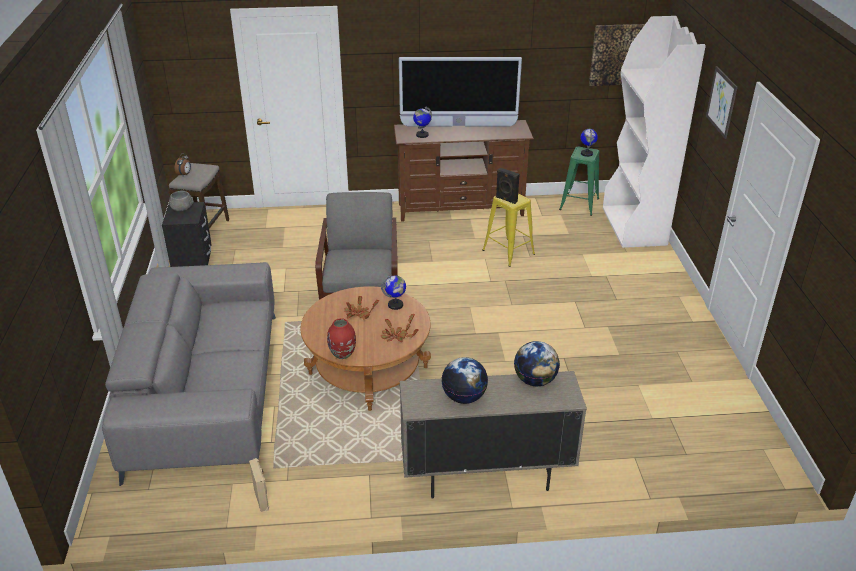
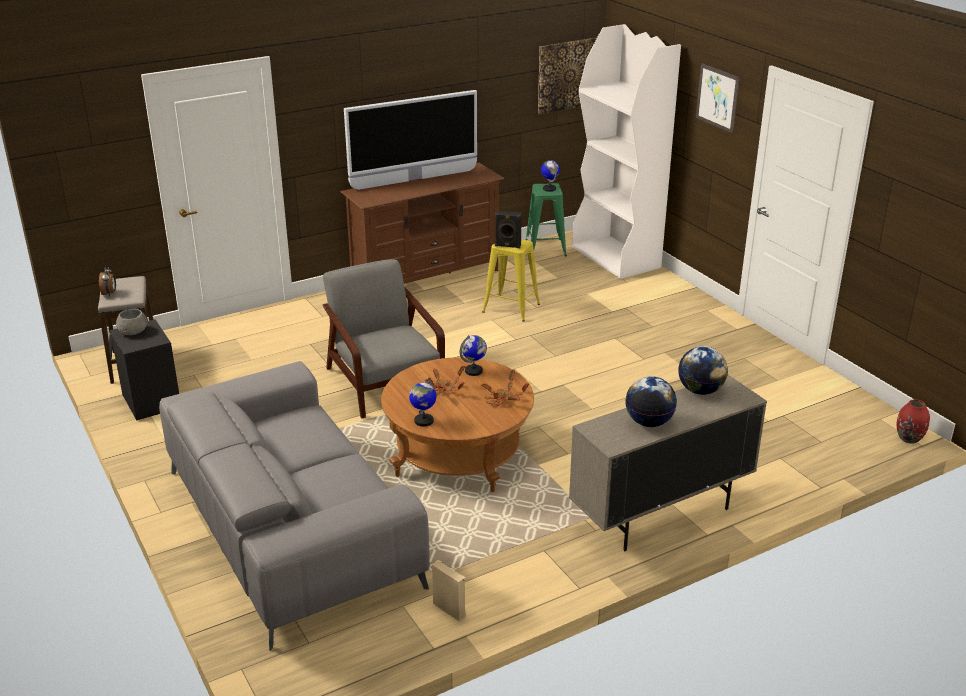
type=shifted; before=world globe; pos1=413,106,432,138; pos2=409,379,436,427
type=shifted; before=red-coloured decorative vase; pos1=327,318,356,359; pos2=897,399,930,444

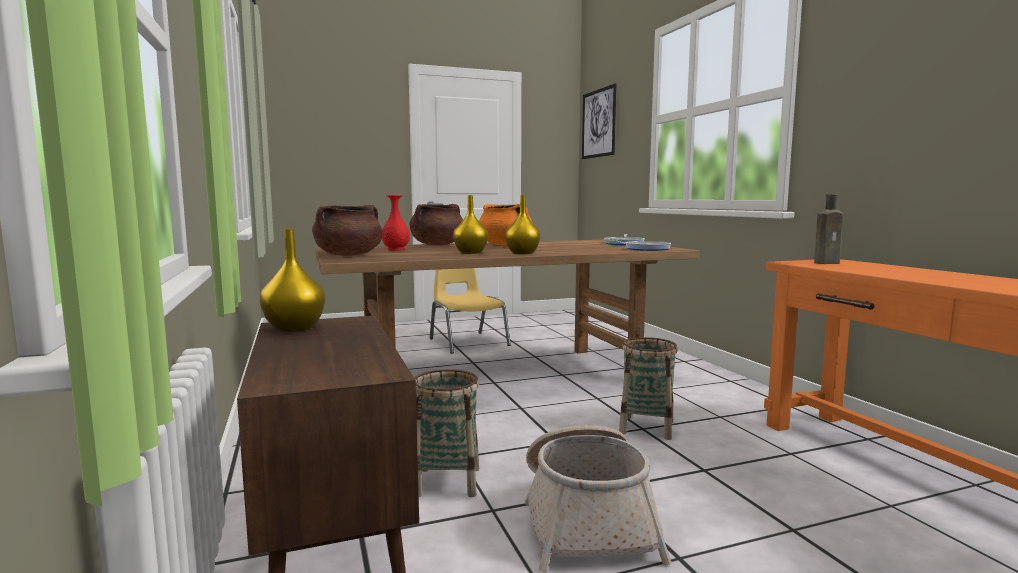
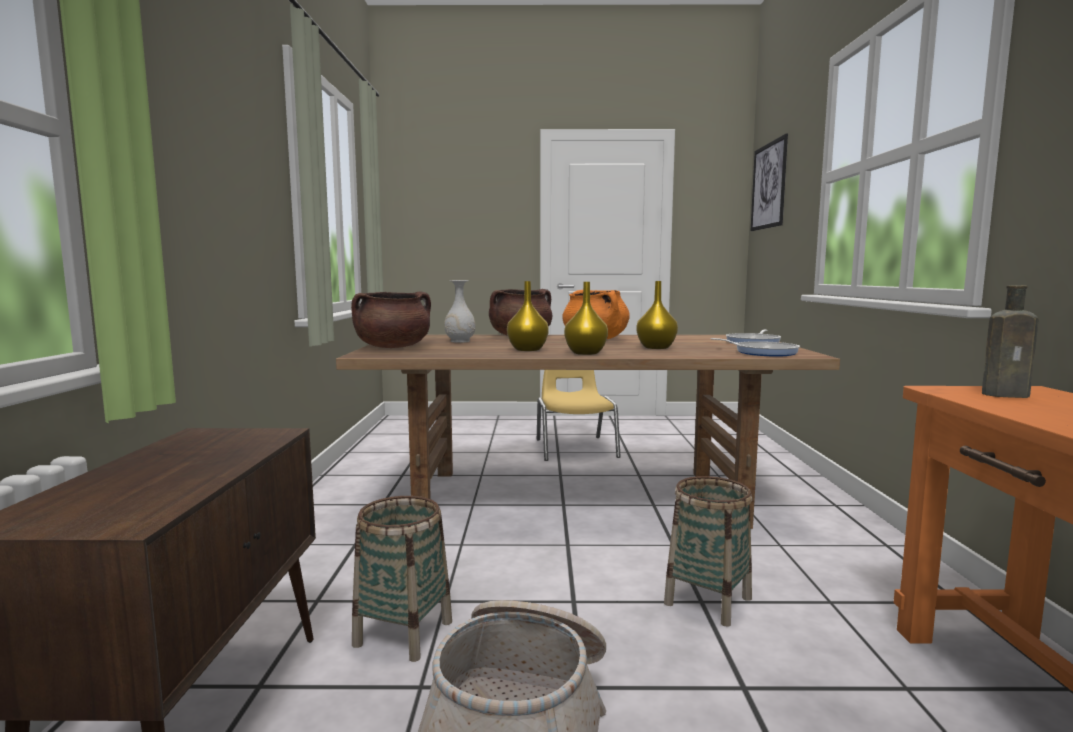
type=repainted; before=red-coloured decorative vase; after=whitish decorative vase; pos1=382,195,410,251; pos2=444,280,476,343
type=shifted; before=yellowish decorative vase; pos1=260,229,325,332; pos2=636,281,678,349

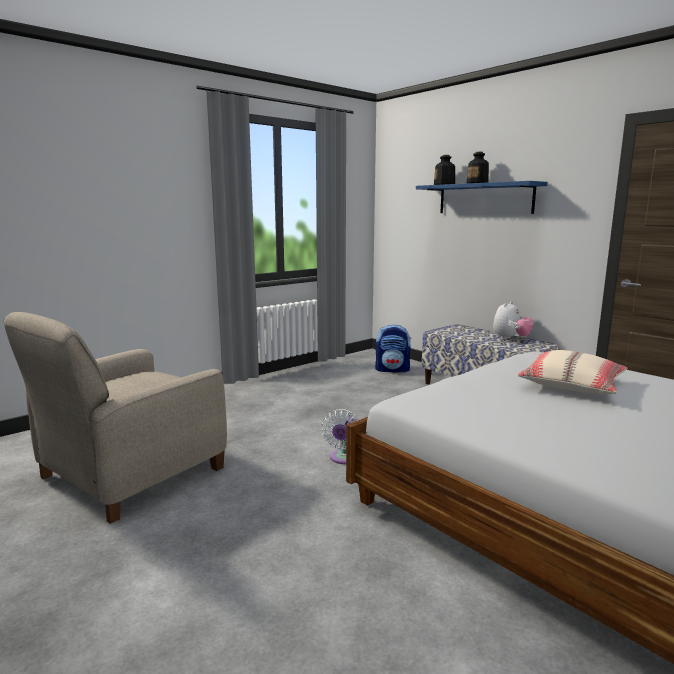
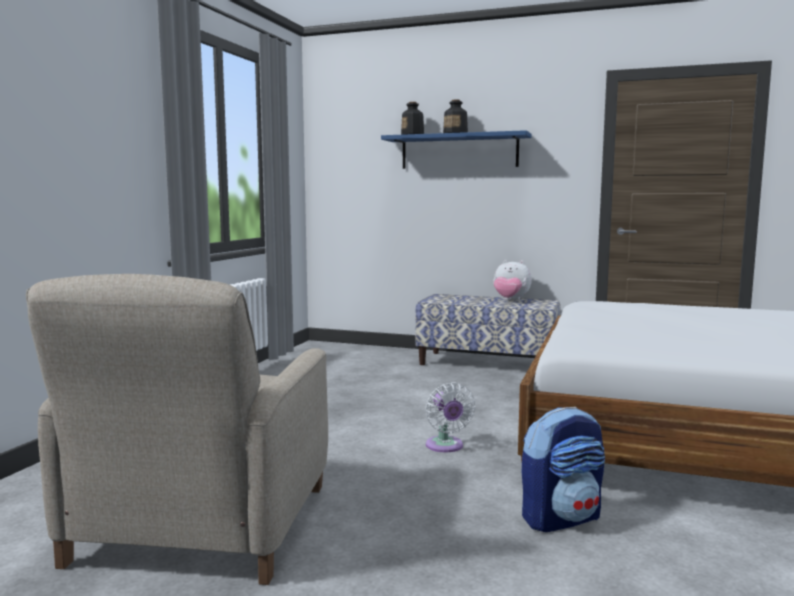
type=rotated; before=soft toy; pos1=493,301,533,340; pos2=493,260,532,300; turn=105
type=shifted; before=rucksack; pos1=375,324,411,372; pos2=522,407,605,532
type=gone; before=beige pillow; pos1=518,350,627,395

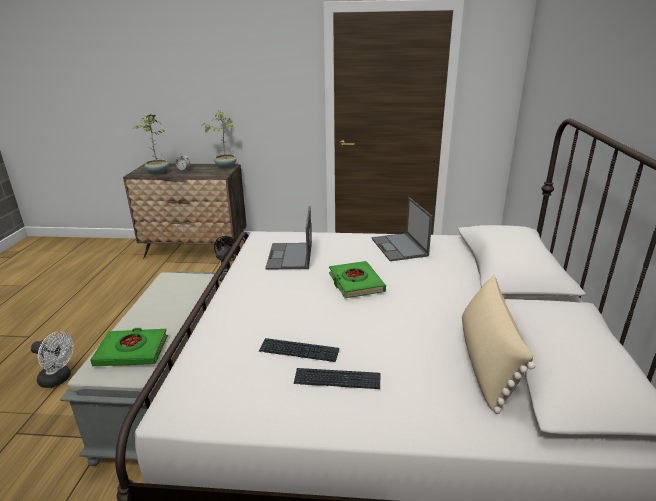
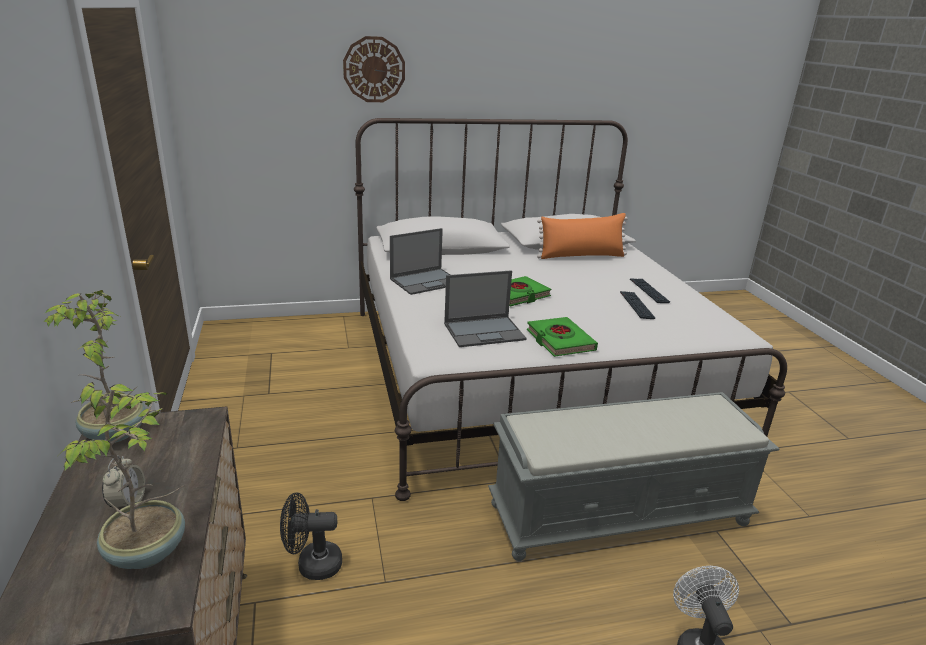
type=repainted; before=beige pillow; after=orangey pillow; pos1=462,275,535,414; pos2=537,213,628,259
type=shifted; before=green volume; pos1=90,328,168,366; pos2=527,317,598,357
type=new; after=hanging clock; pos2=343,36,405,102

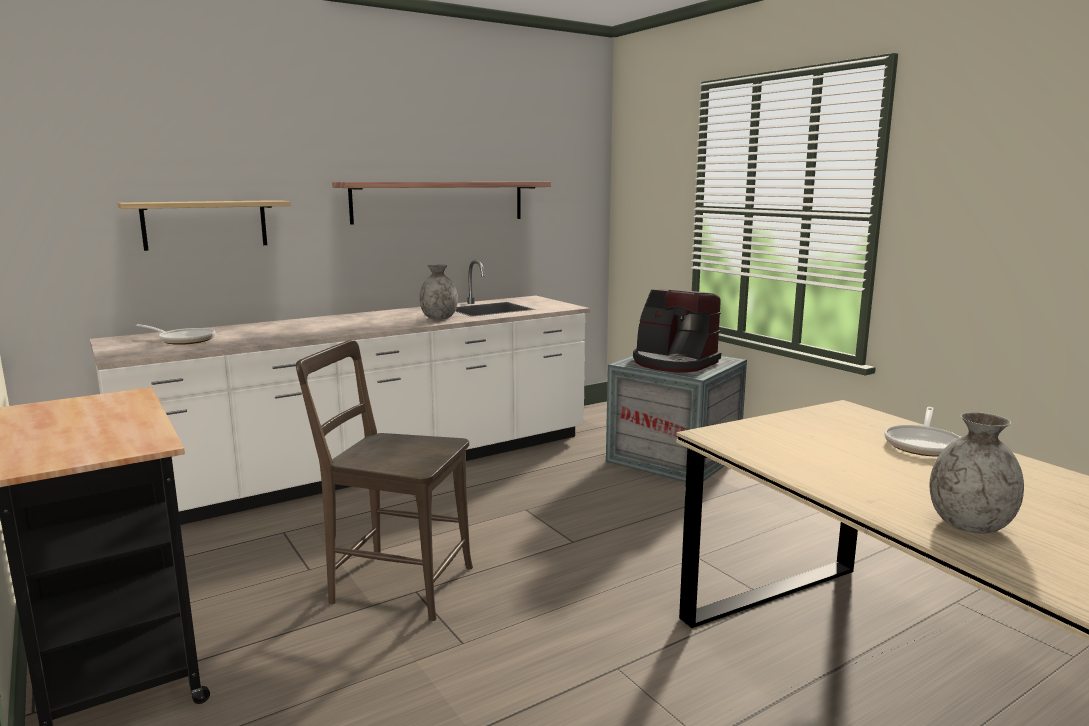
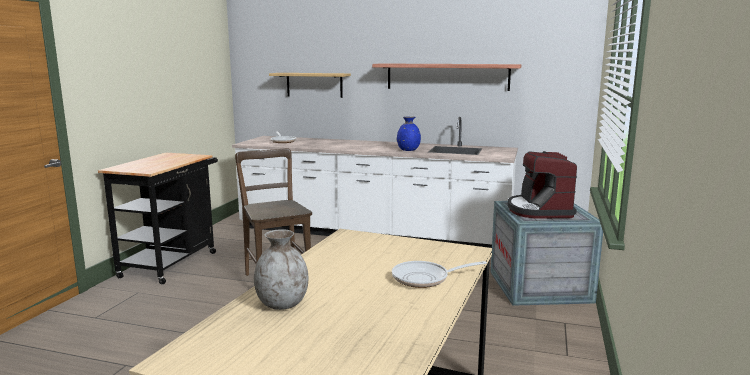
type=repainted; before=grey decorative vase; after=blue decorative vase; pos1=419,264,458,319; pos2=397,116,421,151

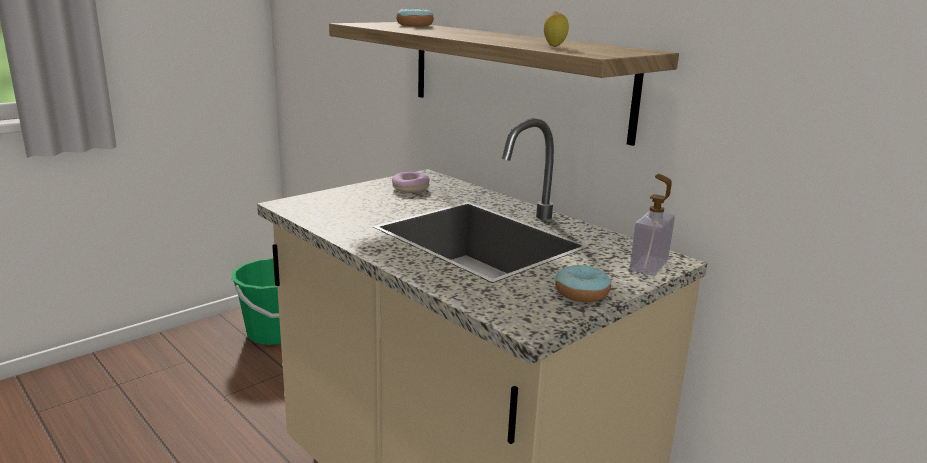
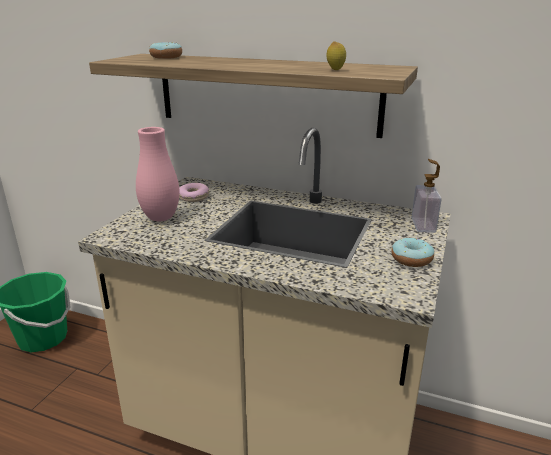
type=new; after=pink decorative vase; pos2=136,127,180,221

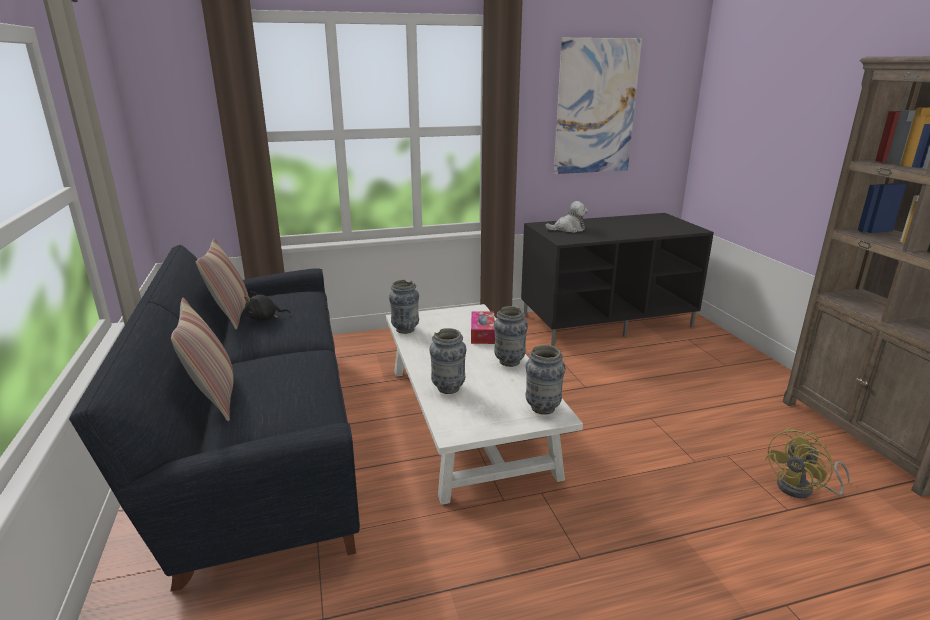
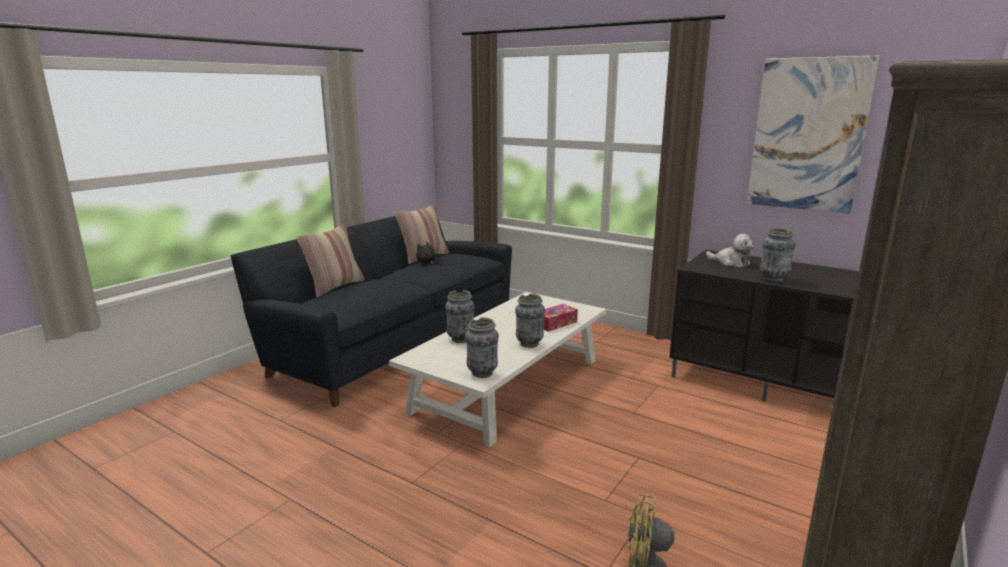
type=shifted; before=decorative vase; pos1=389,280,419,334; pos2=760,228,796,282

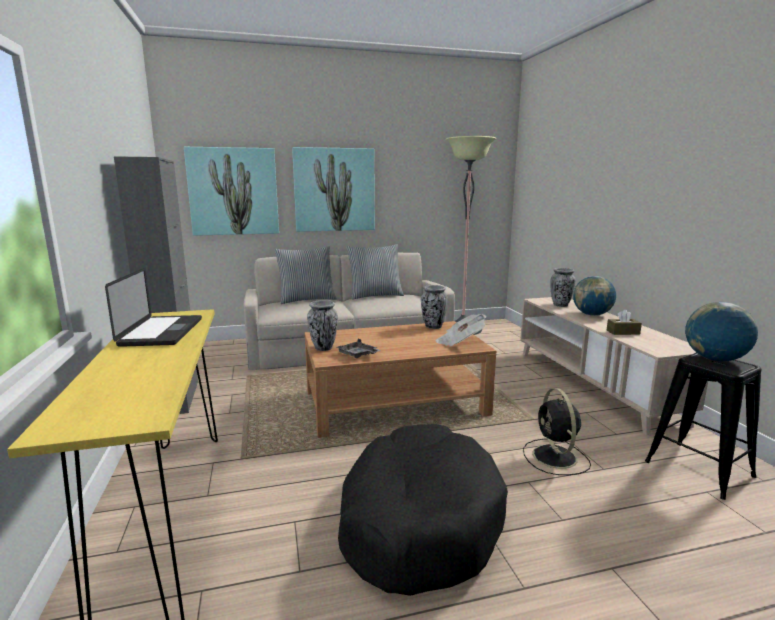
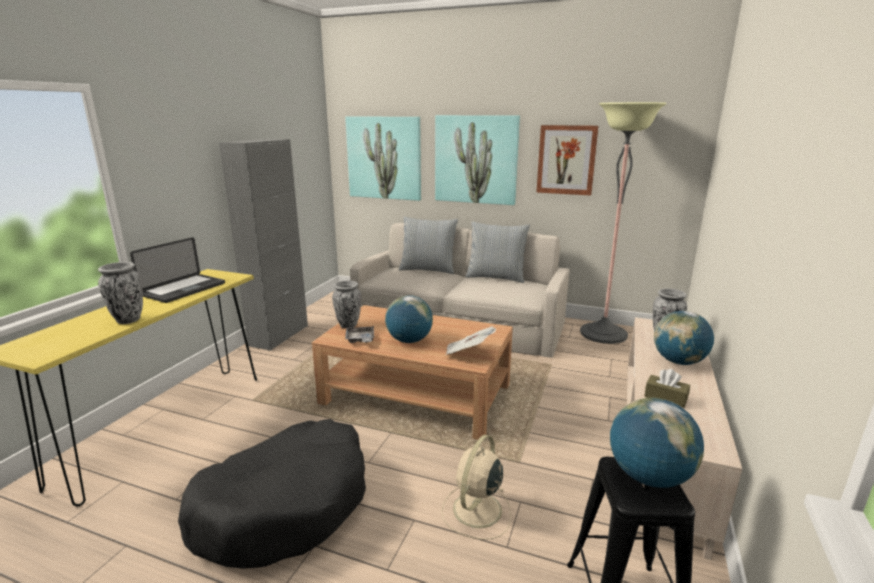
type=shifted; before=decorative vase; pos1=421,285,448,329; pos2=98,262,143,324
type=repainted; before=blackish electric fan; after=beige electric fan; pos1=523,388,591,475; pos2=441,435,511,540
type=new; after=wall art; pos2=536,125,599,195
type=new; after=world globe; pos2=385,295,433,343

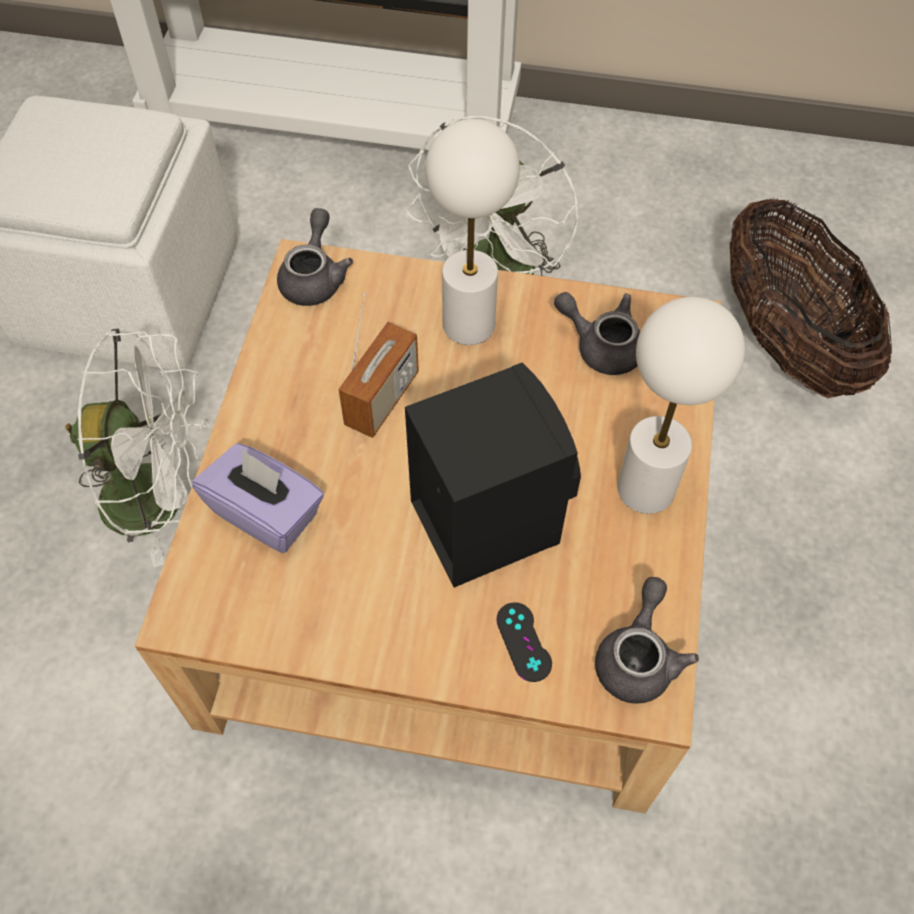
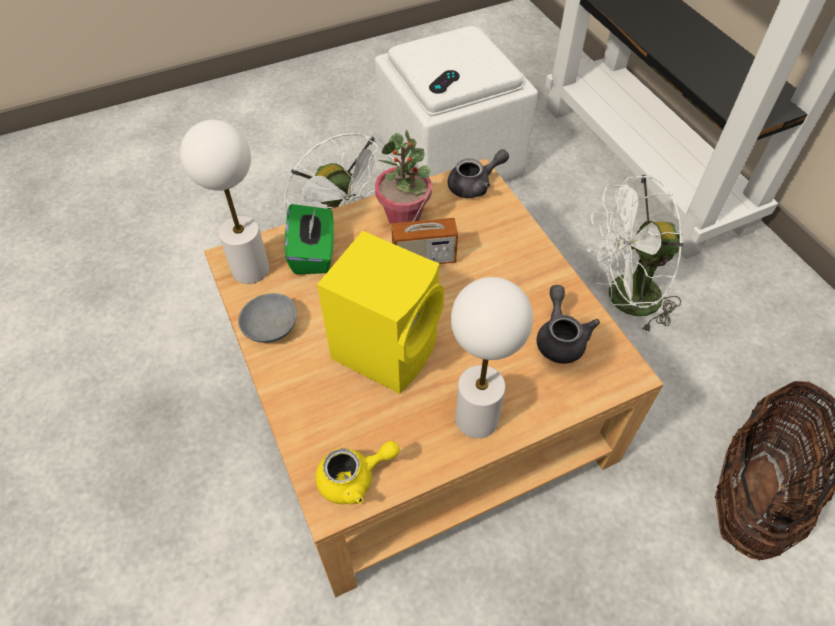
type=shifted; before=whitish tabletop lamp; pos1=425,119,520,345; pos2=180,120,269,284
type=repainted; before=blackish speaker; after=yellowish speaker; pos1=405,362,581,588; pos2=317,231,444,394
type=repainted; before=purple-coloured tissue holder; after=green tissue holder; pos1=192,443,324,554; pos2=285,204,334,274
type=repainted; before=grey teapot; after=yellowish teapot; pos1=595,577,699,704; pos2=315,441,400,504
type=shifted; before=blackish joypad; pos1=496,602,552,682; pos2=429,70,460,94
type=new; after=potted plant; pos2=375,130,432,224
type=new; after=grey deep dish; pos2=238,293,297,343

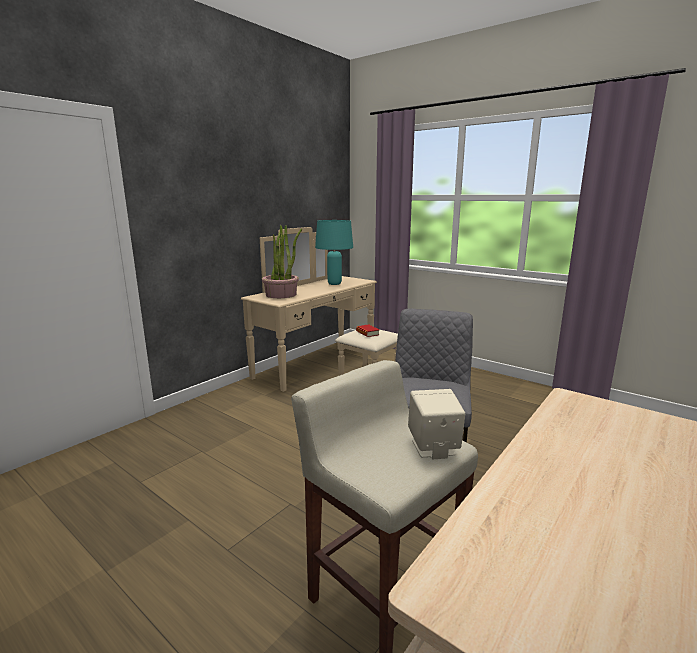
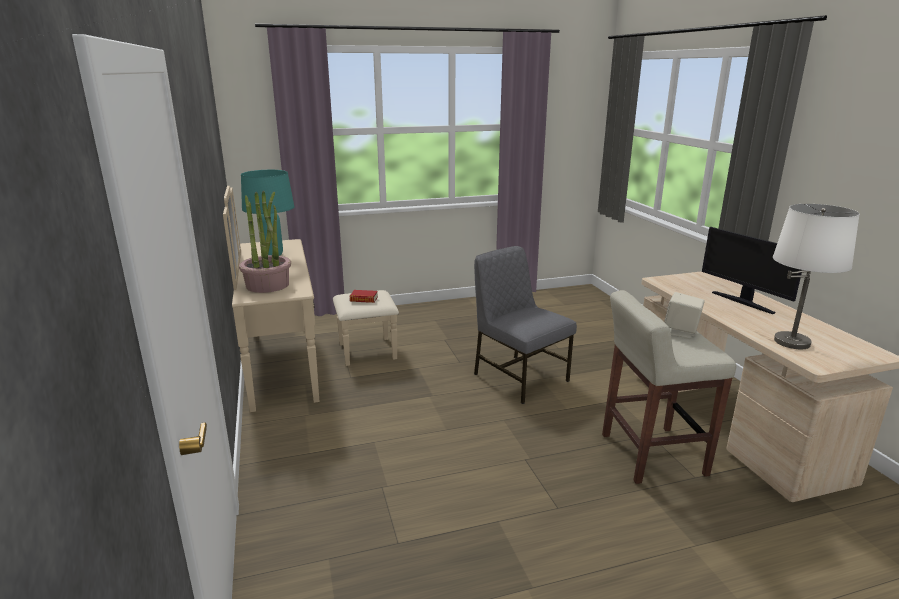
type=new; after=whitish tabletop lamp; pos2=773,204,860,349
type=new; after=computer screen; pos2=702,227,802,314

